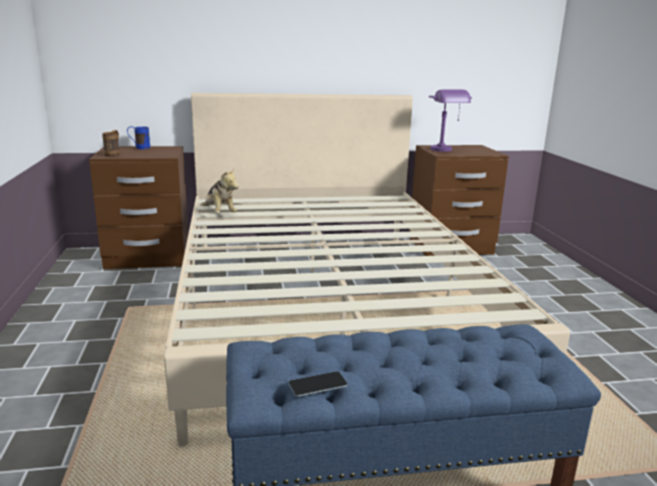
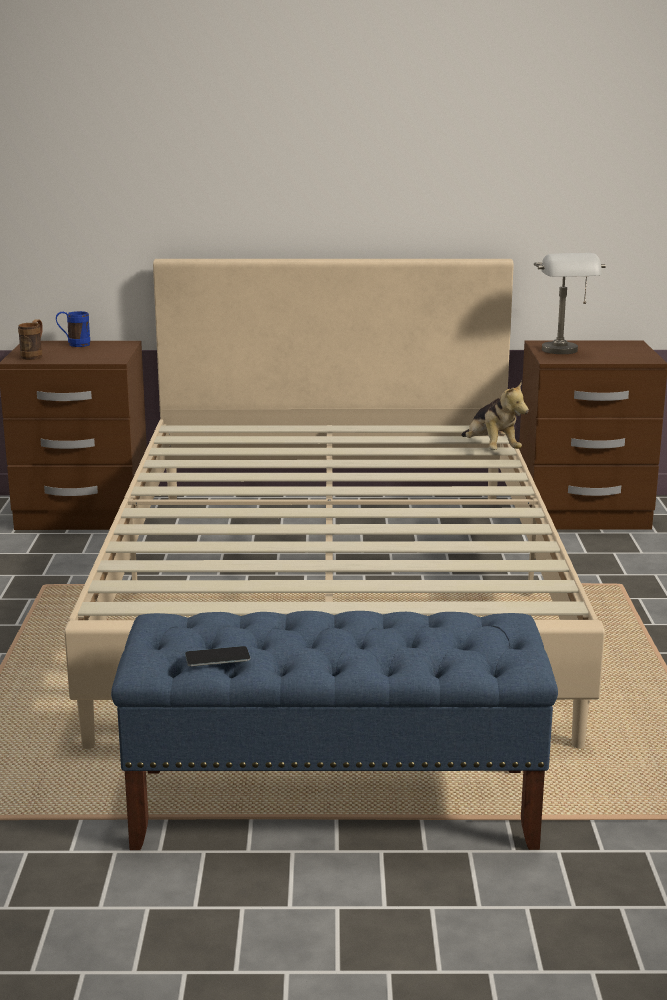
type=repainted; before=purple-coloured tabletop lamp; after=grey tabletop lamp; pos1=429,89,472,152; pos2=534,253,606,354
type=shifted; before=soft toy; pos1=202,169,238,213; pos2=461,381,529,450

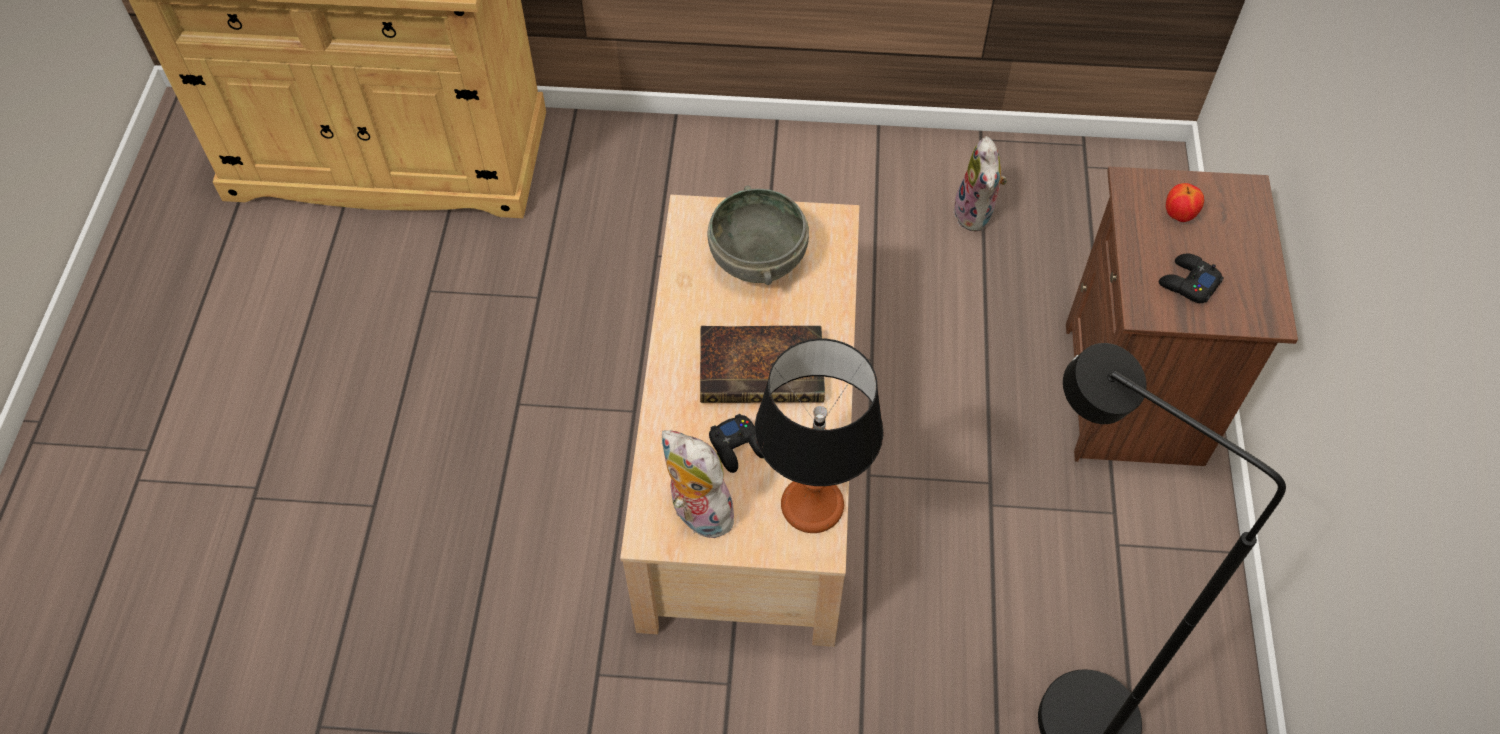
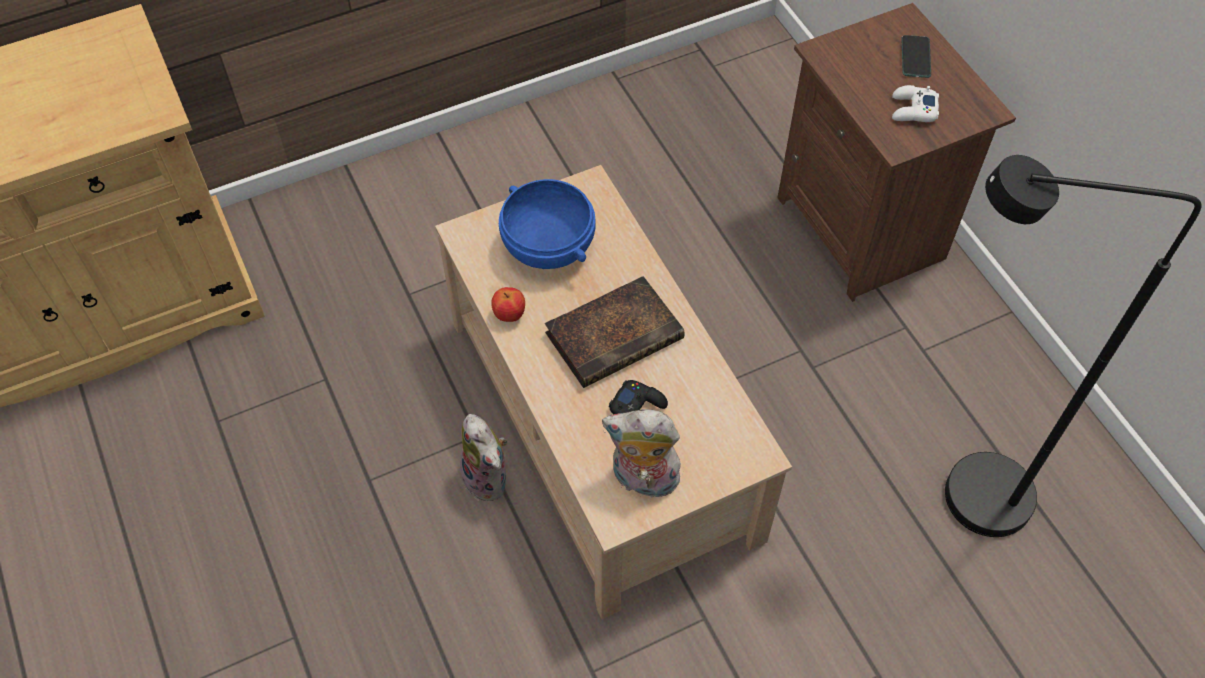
type=shifted; before=soft toy; pos1=953,136,1007,232; pos2=460,414,507,501
type=shifted; before=apple; pos1=1166,183,1204,222; pos2=491,287,525,322
type=repainted; before=grey deep dish; after=blue deep dish; pos1=707,186,809,285; pos2=499,179,596,269
type=repainted; before=blackish joypad; after=whitish joypad; pos1=1159,254,1224,303; pos2=892,85,939,122
type=gone; before=tabletop lamp; pos1=755,339,883,533
type=new; after=telephone; pos2=902,35,931,78

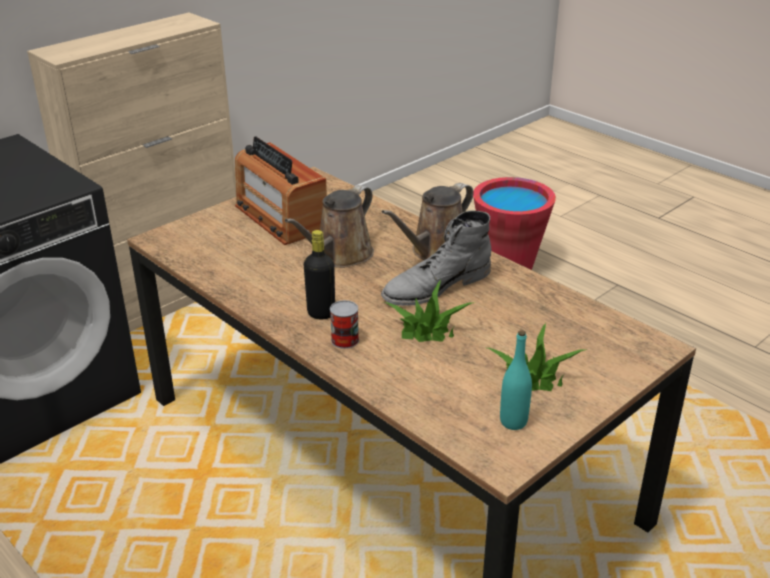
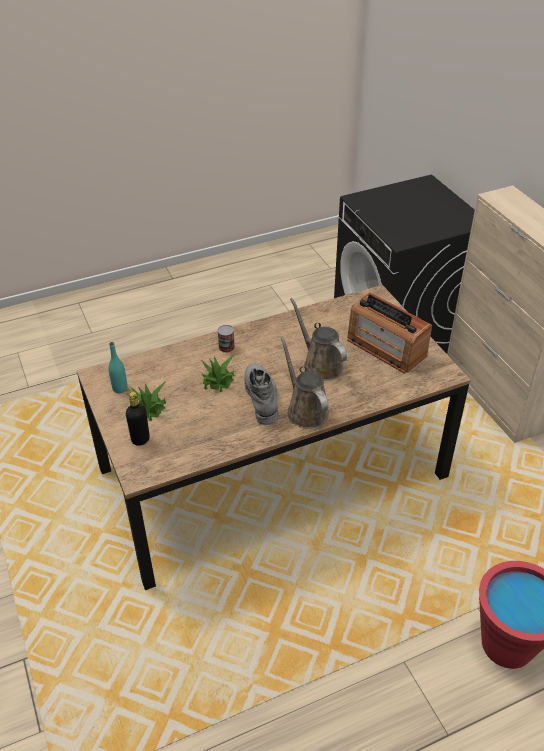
type=rotated; before=radio; pos1=235,136,327,245; pos2=347,292,432,373; turn=-120
type=shifted; before=blackish beverage bottle; pos1=304,230,335,319; pos2=126,392,150,446

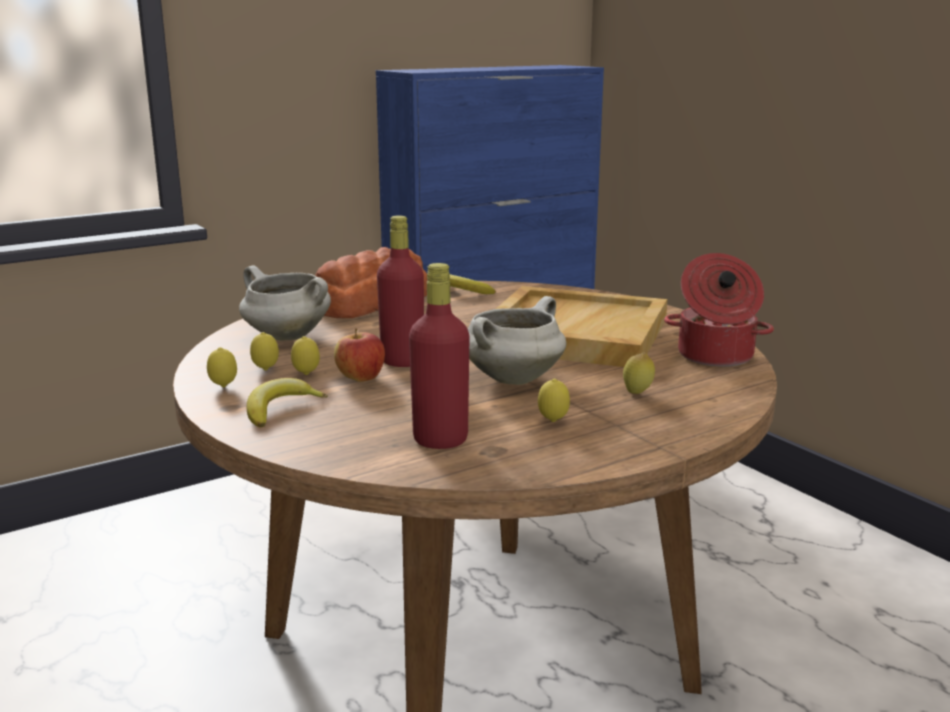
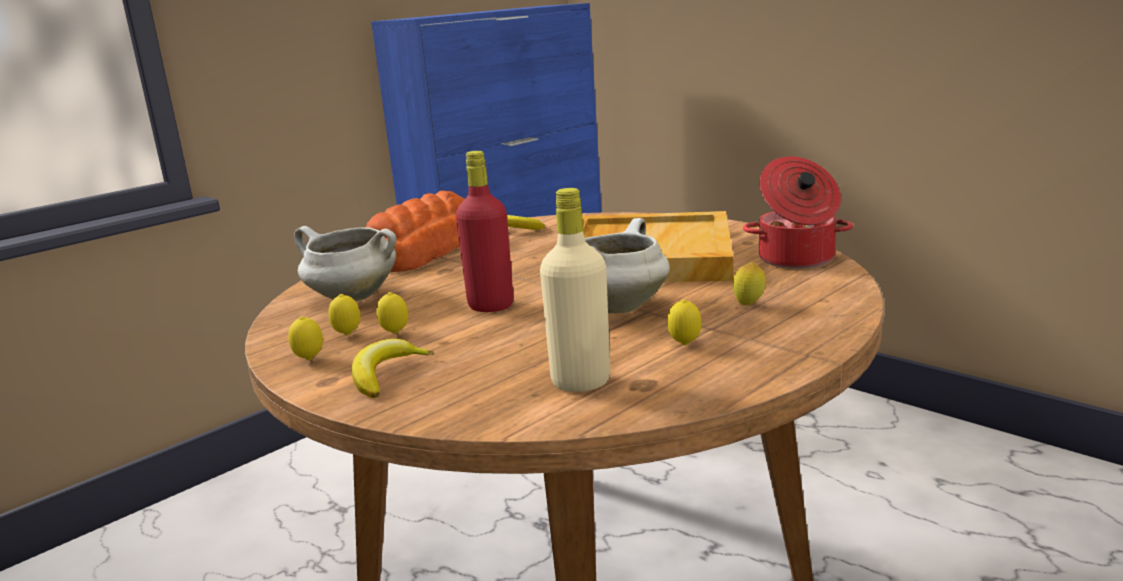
type=repainted; before=red-coloured beverage bottle; after=beige beverage bottle; pos1=409,263,469,449; pos2=540,188,610,392
type=gone; before=apple; pos1=334,328,385,382

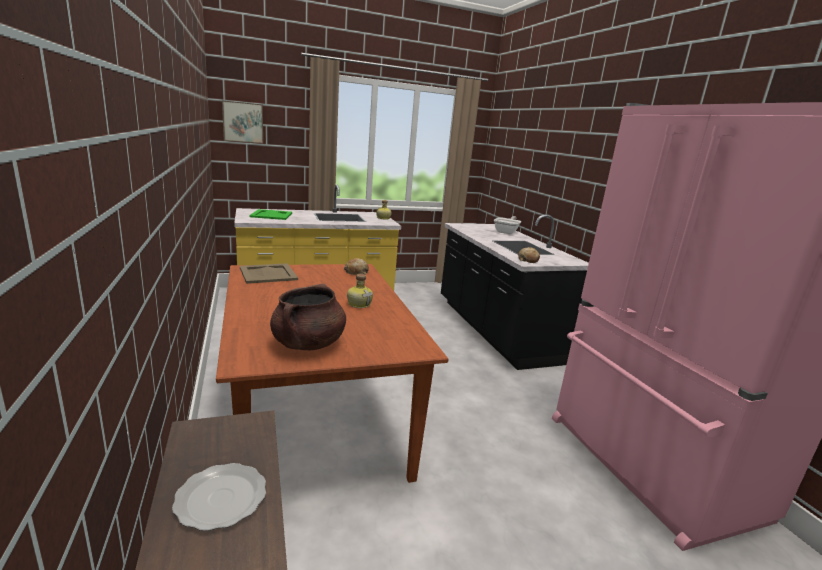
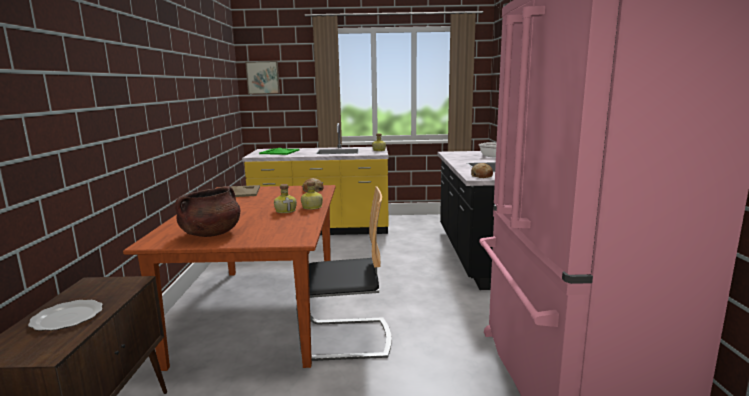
type=new; after=beverage bottle; pos2=301,181,323,210
type=new; after=plain chair; pos2=296,186,391,361

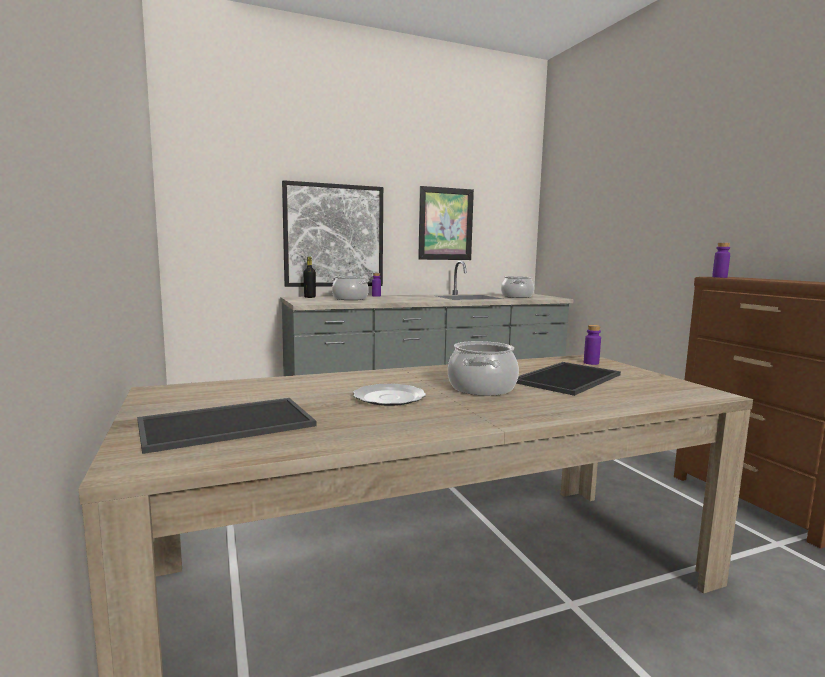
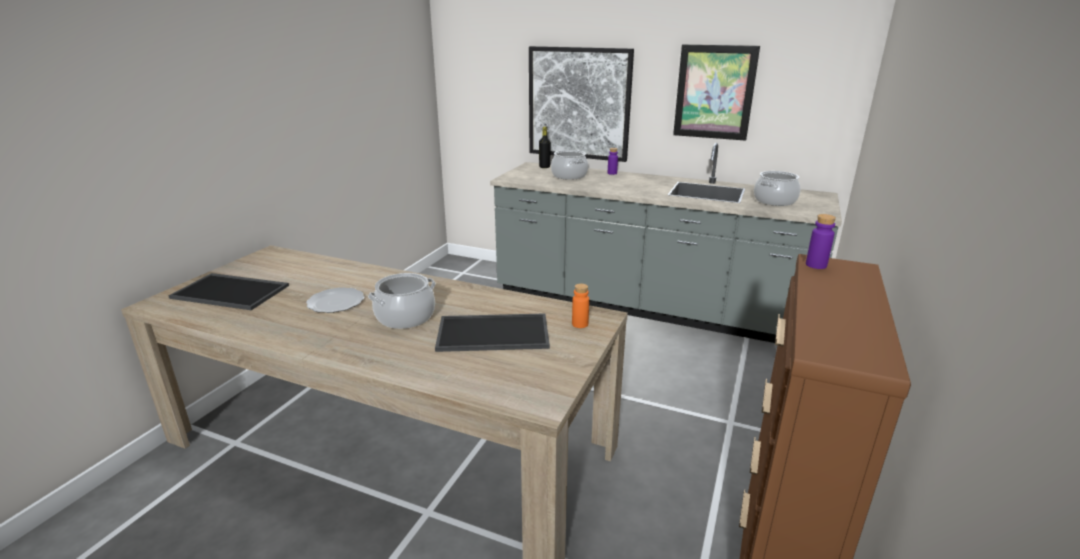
type=repainted; before=purple-coloured beverage bottle; after=orangey beverage bottle; pos1=584,325,601,365; pos2=572,284,589,328

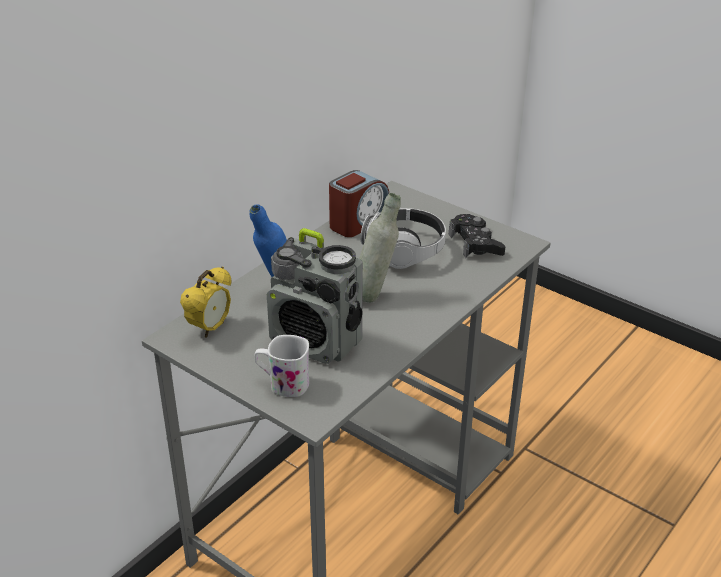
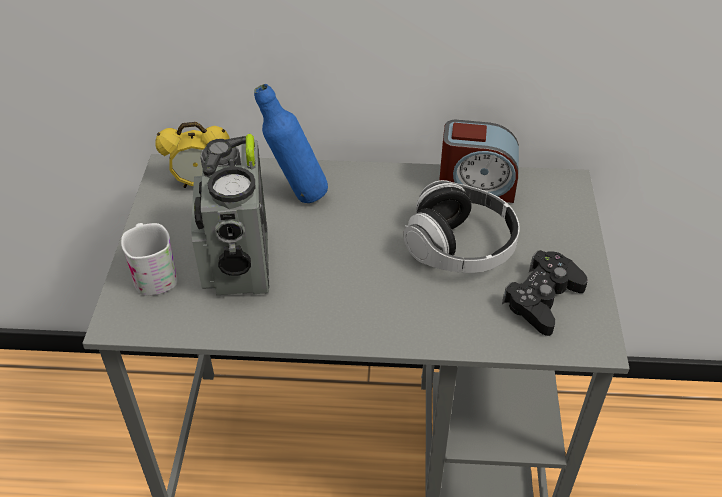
type=gone; before=grey beverage bottle; pos1=359,193,401,302

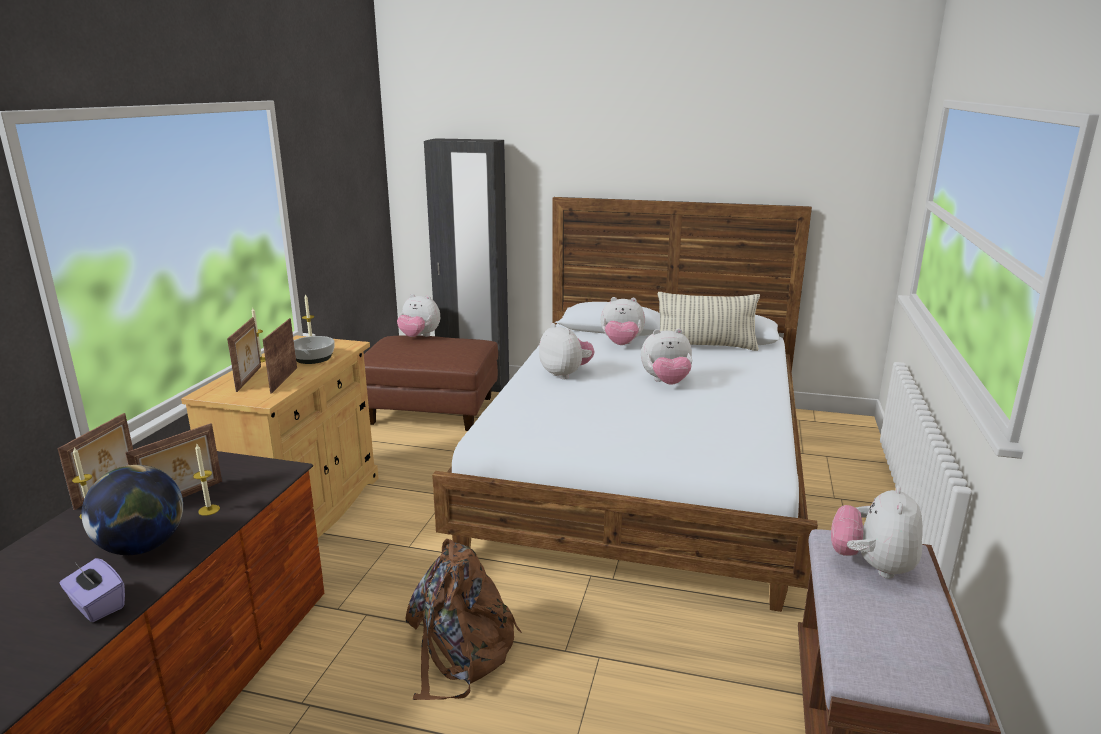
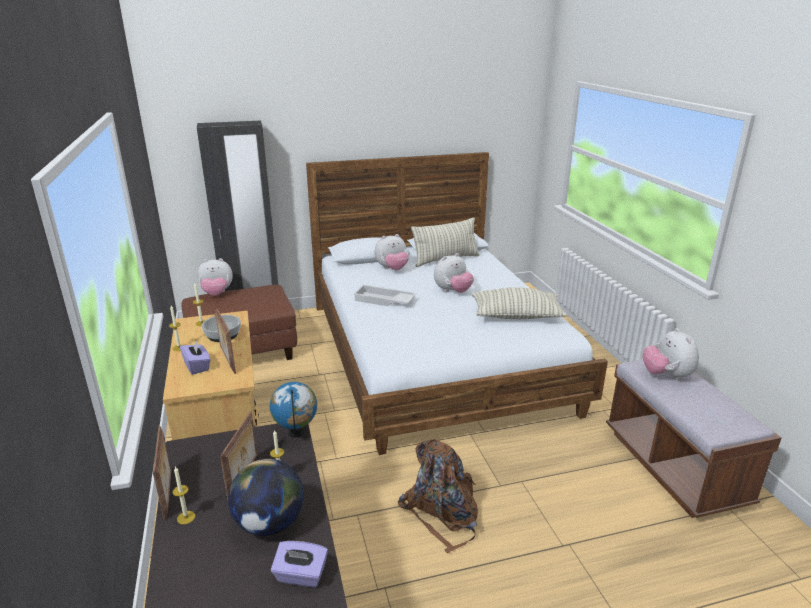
type=swapped; before=picture frame; after=purple-coloured tissue holder; pos1=227,317,261,392; pos2=180,340,211,375
type=swapped; before=soft toy; after=whitish tray; pos1=539,323,594,379; pos2=353,285,417,306
type=new; after=pillow; pos2=472,287,567,319
type=new; after=world globe; pos2=270,382,317,437

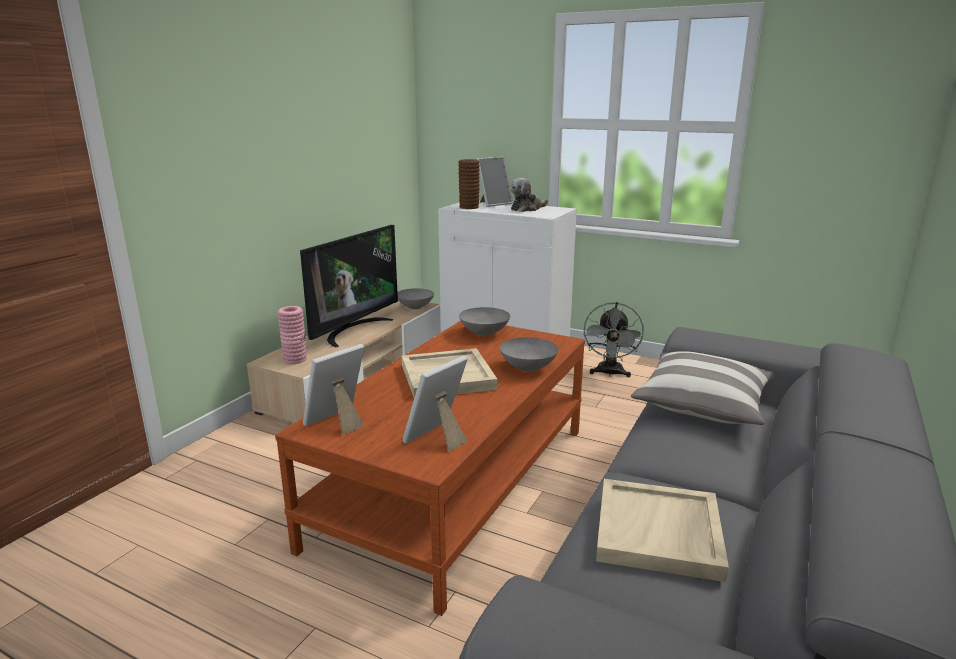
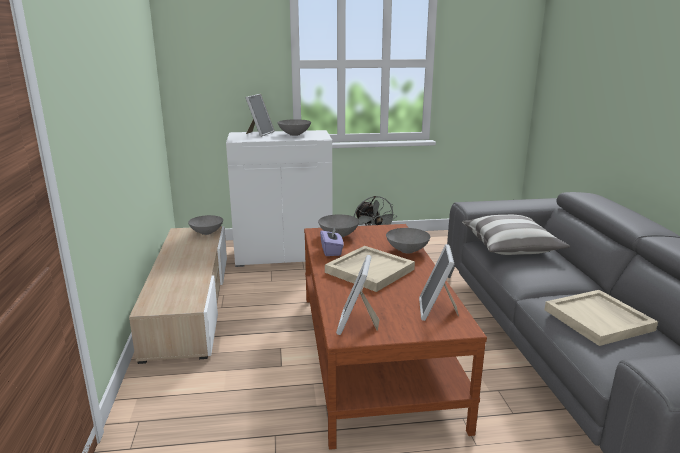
type=gone; before=brownish decorative vase; pos1=458,159,480,209
type=swapped; before=soft toy; after=grey deep dish; pos1=510,178,548,212; pos2=278,119,311,136
type=gone; before=television; pos1=300,225,398,347
type=gone; before=pink decorative vase; pos1=277,306,307,364
type=new; after=purple-coloured tissue holder; pos2=320,226,344,256

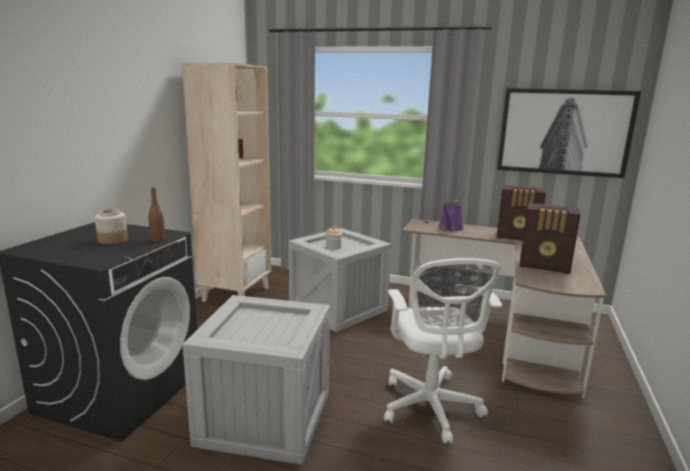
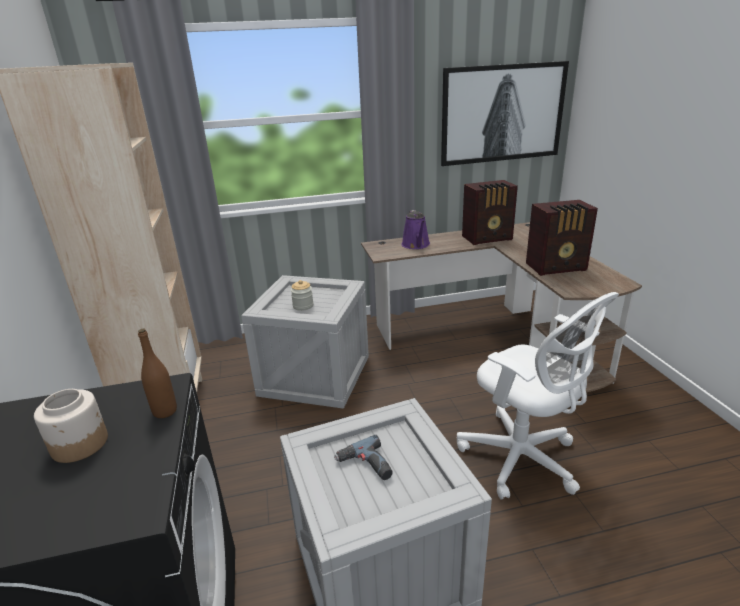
type=new; after=electric drill; pos2=334,435,393,480

